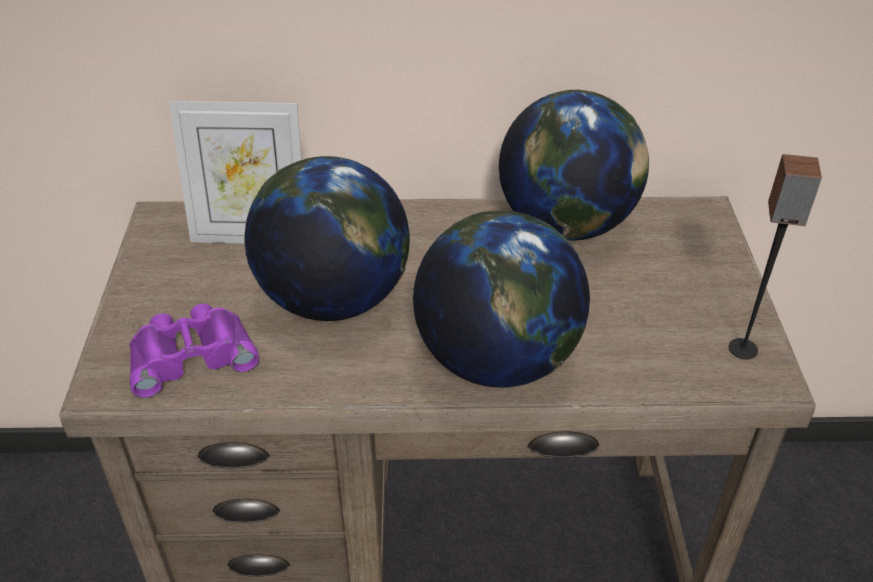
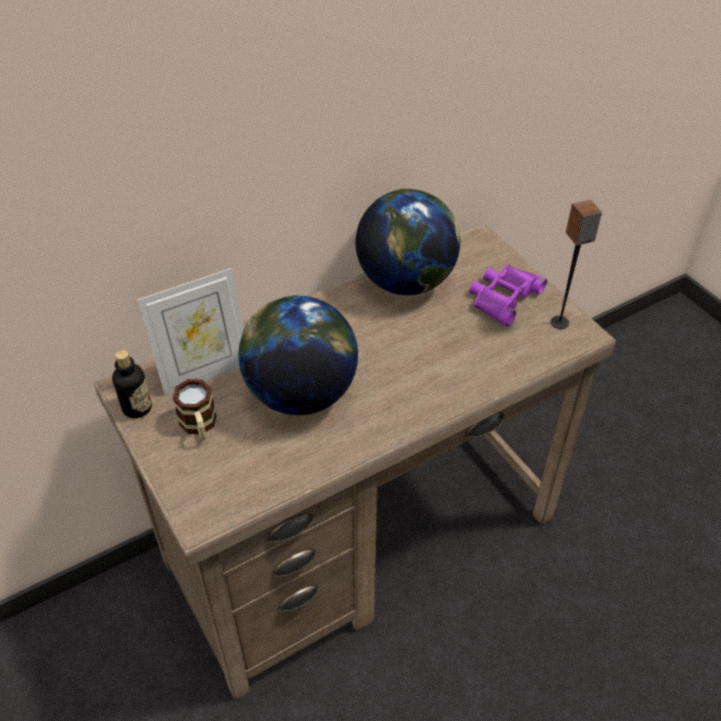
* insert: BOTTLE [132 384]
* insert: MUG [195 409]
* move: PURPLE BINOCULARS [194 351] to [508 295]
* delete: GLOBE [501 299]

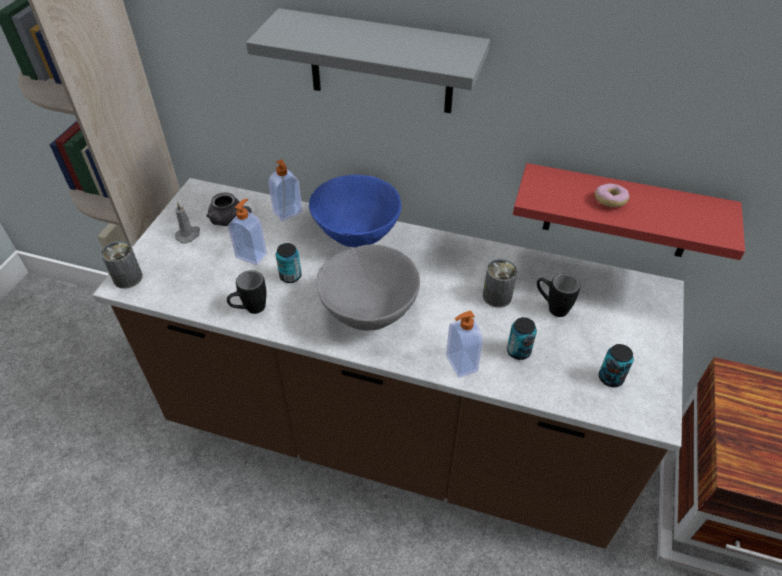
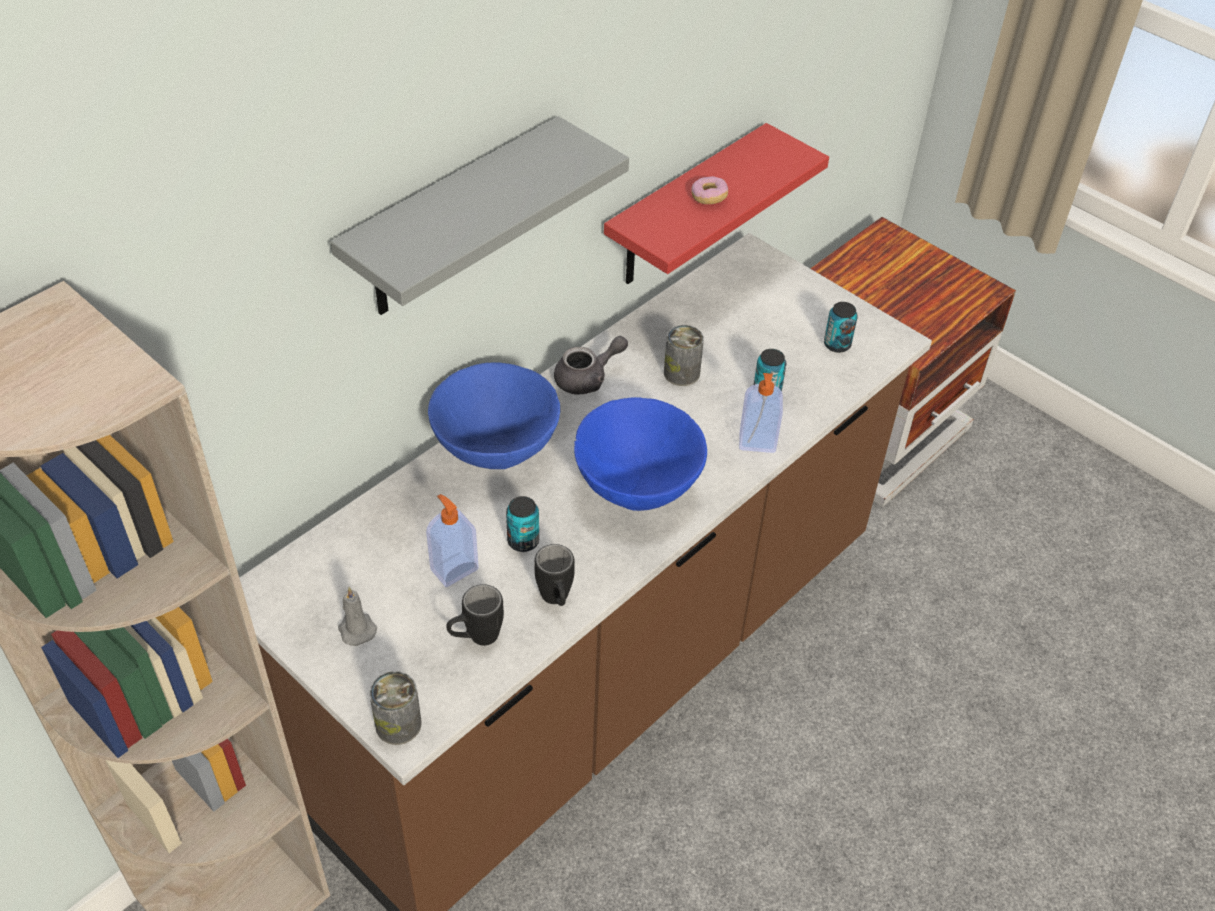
* move: BLACK MUG [558 295] to [475 615]
* move: GREY TEAPOT [228 209] to [591 365]
* recolor: GREY BOWL [368 288] to BLUE BOWL [640 454]
* delete: SOAP DISPENSER [285 190]

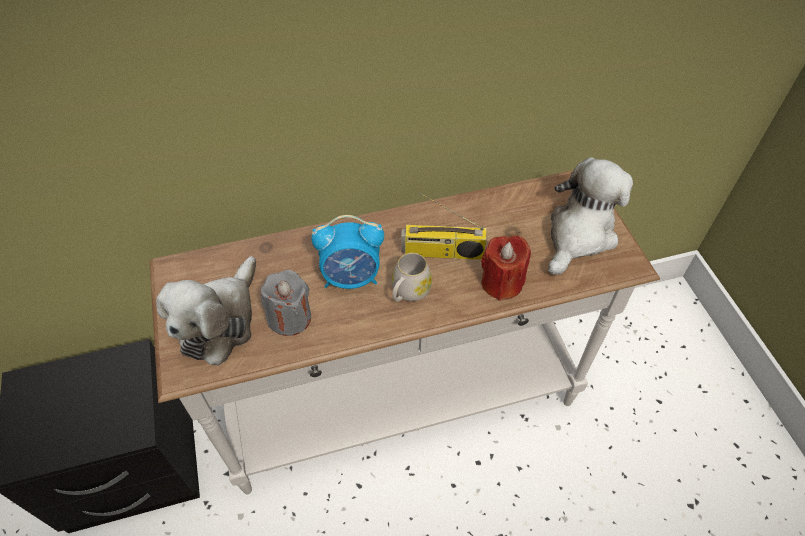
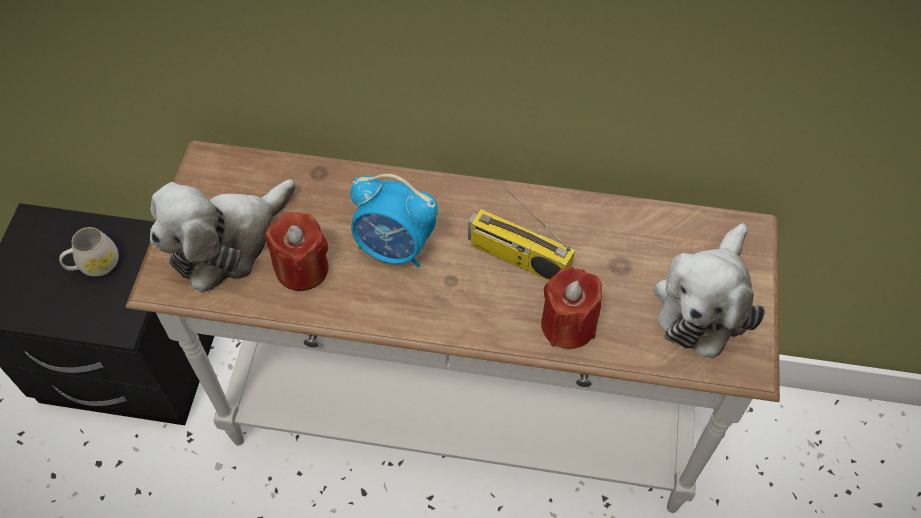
* move: WHITE MUG [412 277] to [89 252]
* recolor: GREY CANDLE [286 303] to RED CANDLE [297 251]
* rotate: PLUSH TOY [590 216] = [709 291] 150 degrees clockwise

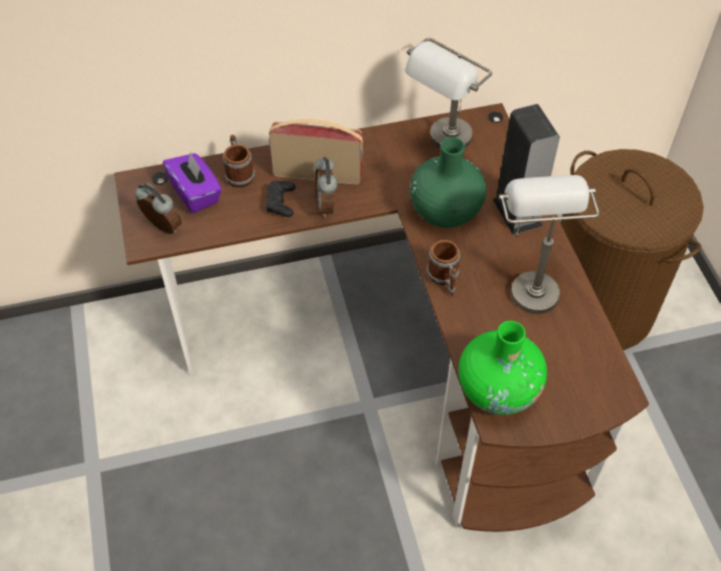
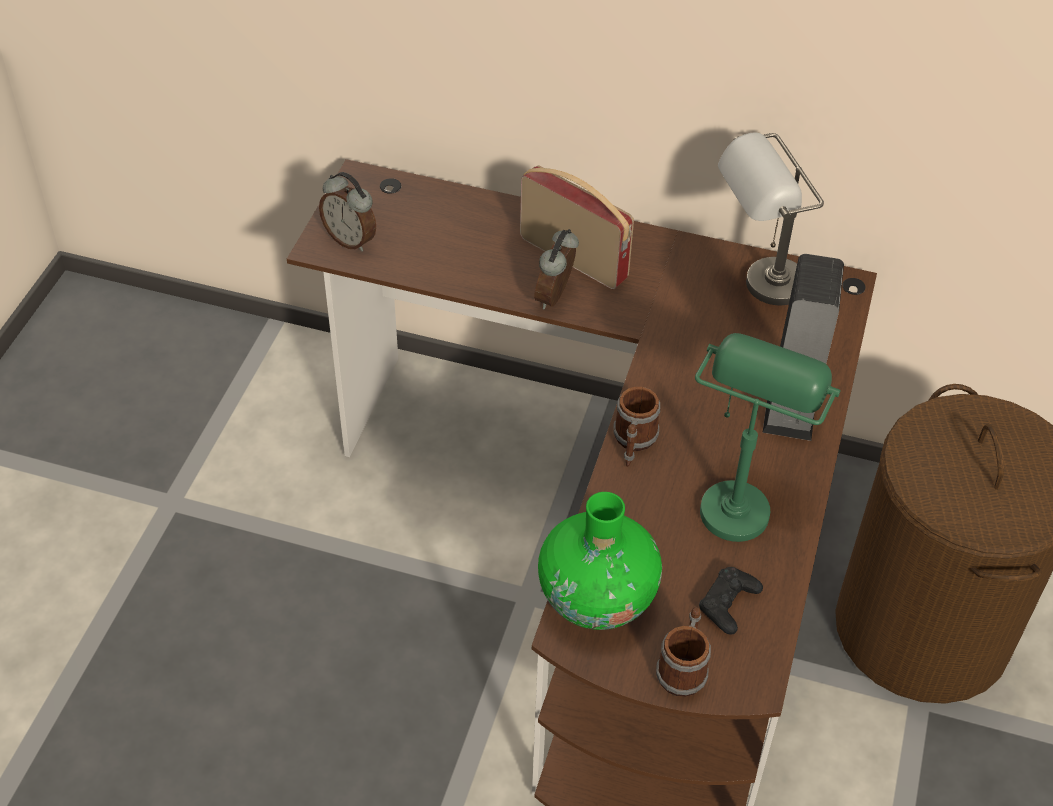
* rotate: ALARM CLOCK [158 208] = [347 212] 150 degrees clockwise
* move: MUG [239 161] to [683 652]
* recolor: GREY TABLE LAMP [549 244] to GREEN TABLE LAMP [768 437]
* move: BLACK GAME CONTROLLER [281 199] to [731 601]
* delete: PURPLE TISSUE BOX [192 182]
* delete: GREEN VASE [448 182]

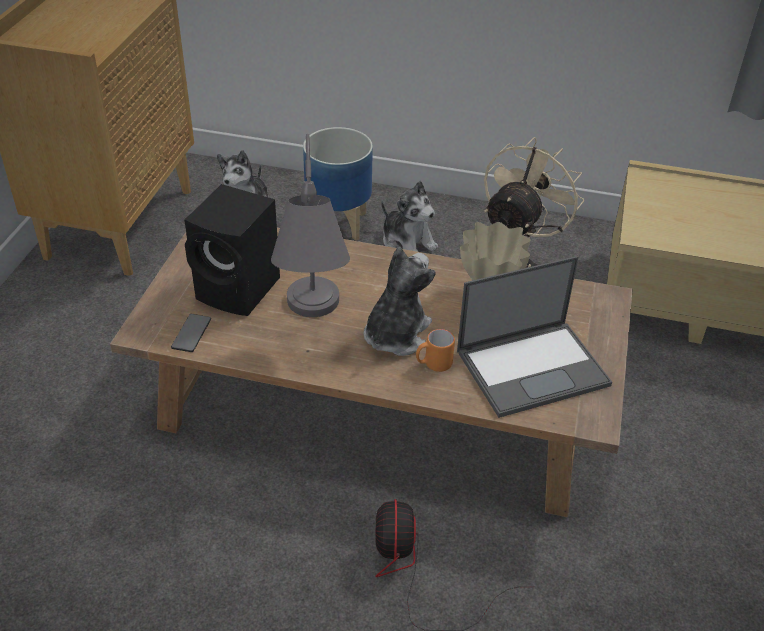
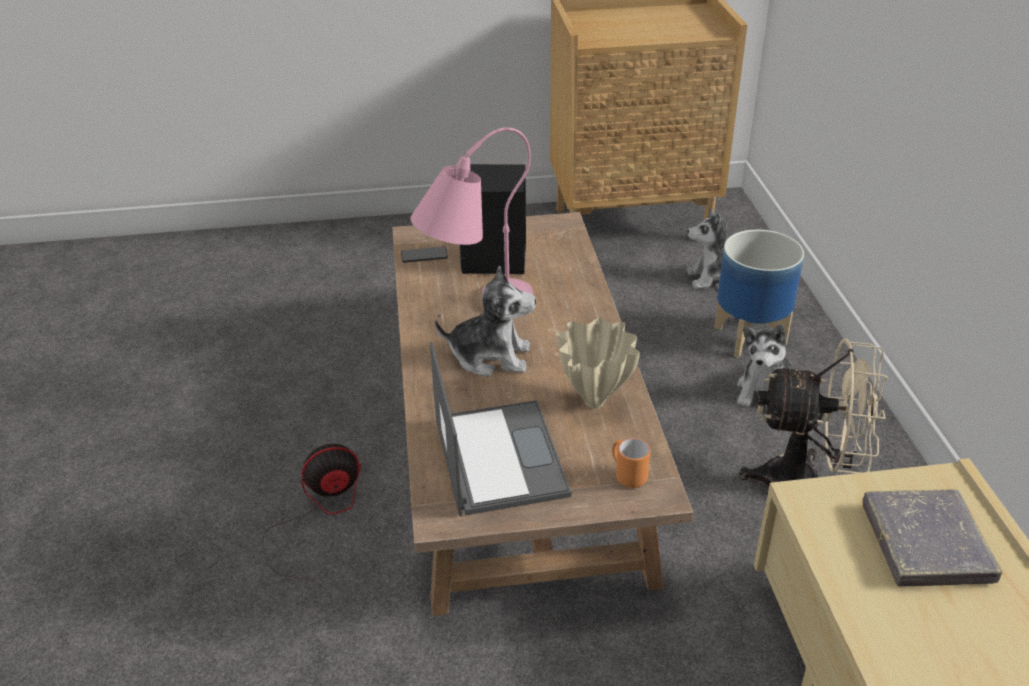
* recolor: GREY TABLE LAMP [310 225] to PINK TABLE LAMP [471 215]
* rotate: LAPTOP [534 337] = [500 429] 150 degrees counterclockwise
* move: ORANGE MUG [435 350] to [631 463]
* insert: GREY BOOK [932 538]

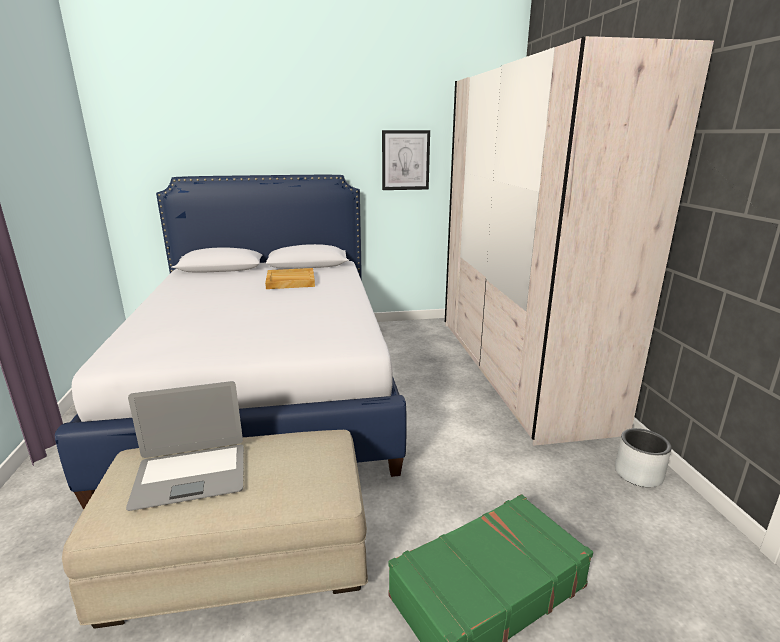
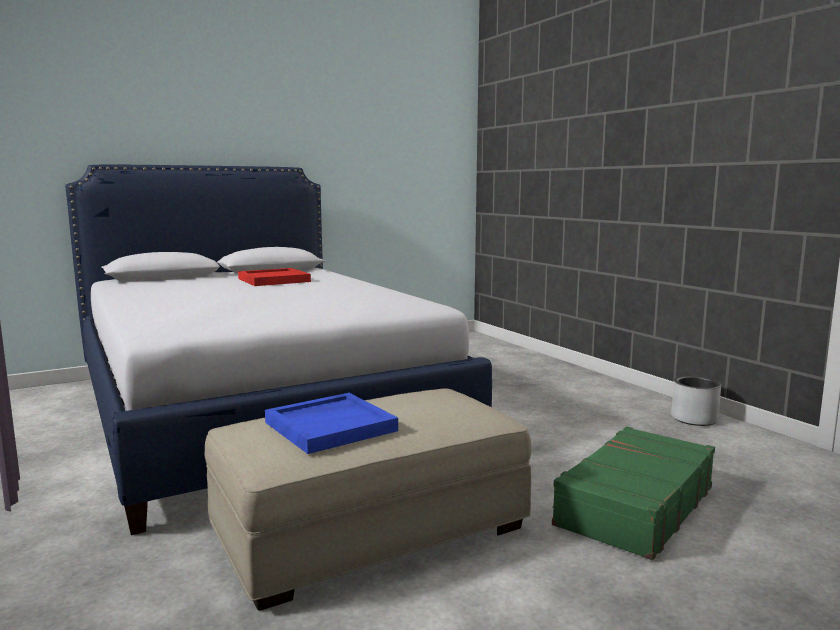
* recolor: BEIGE TRAY [290 278] to RED TRAY [274 277]
* replace: LAPTOP [185 446] to BLUE TRAY [331 423]
* delete: PICTURE [406 160]
* delete: BEIGE WARDROBE [579 241]

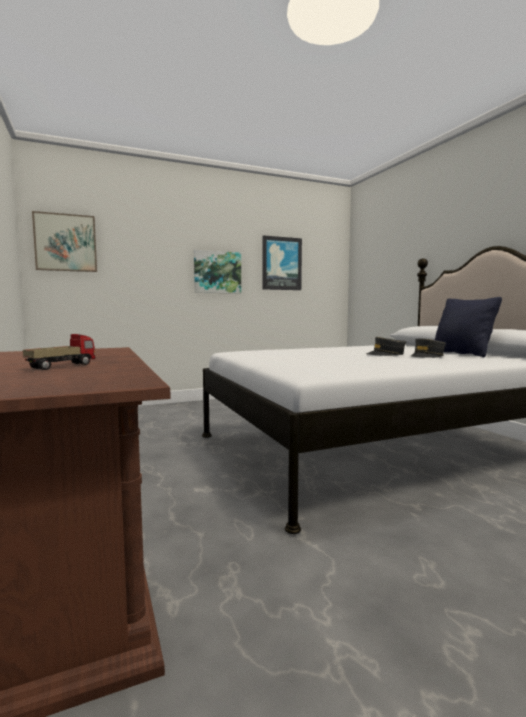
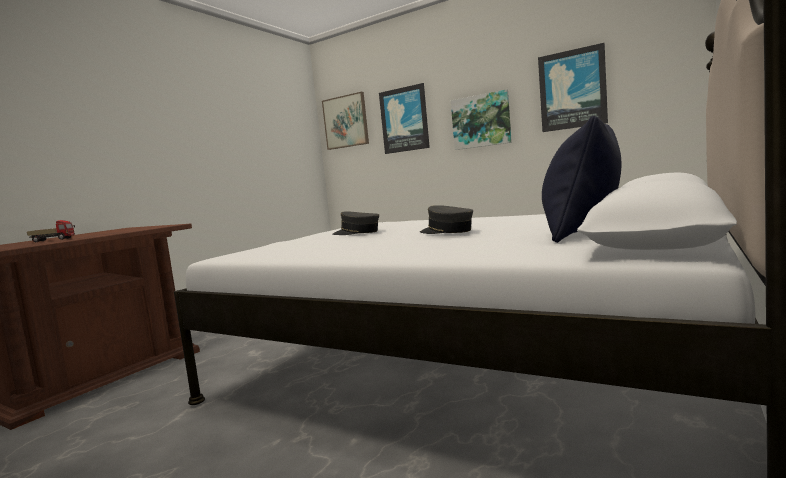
* move: GREY CAP [428 348] to [355 223]
* insert: PICTURE [404 118]

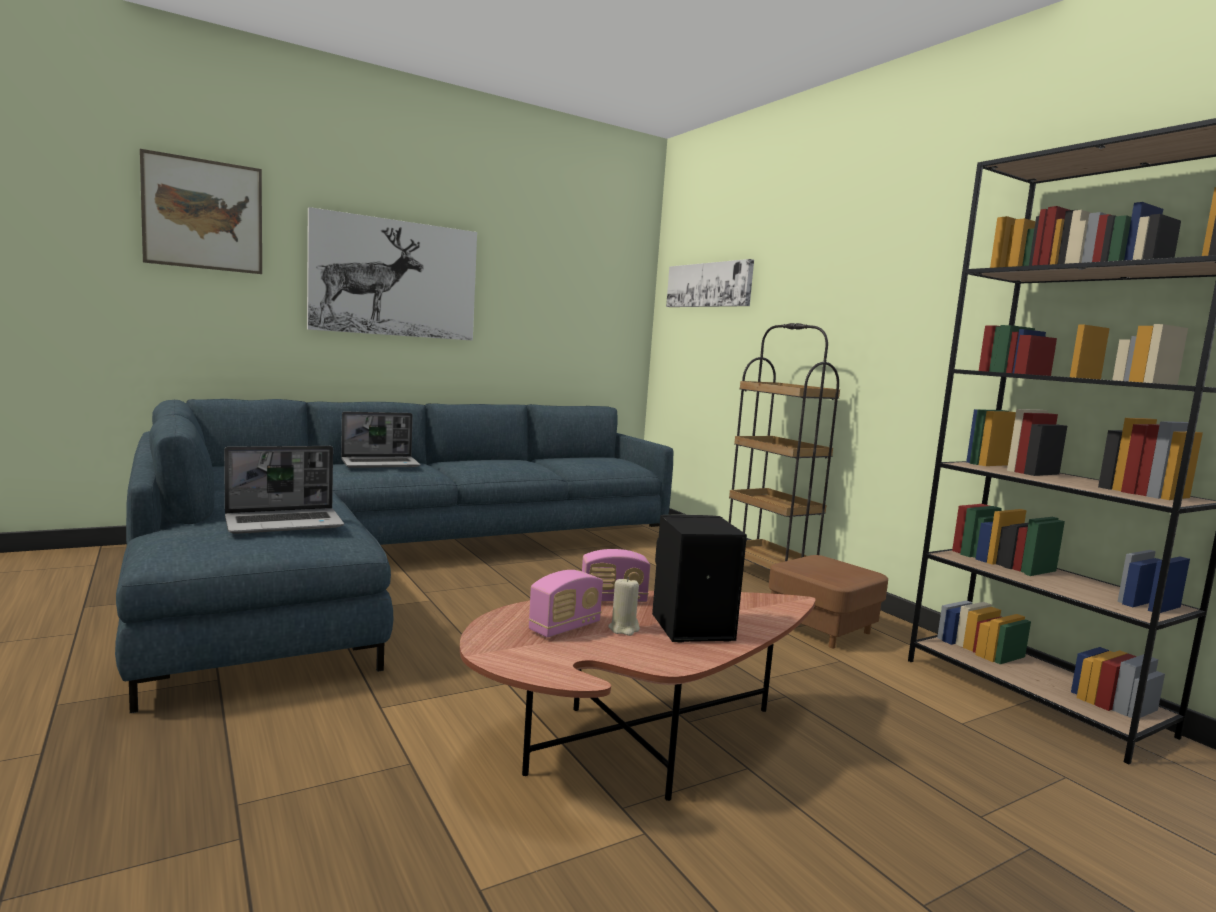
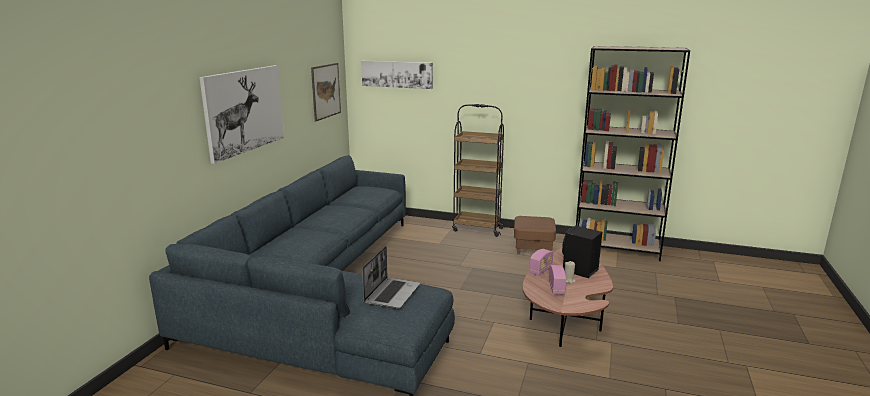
* move: PICTURE [201 211] to [326 92]
* delete: LAPTOP [380 440]

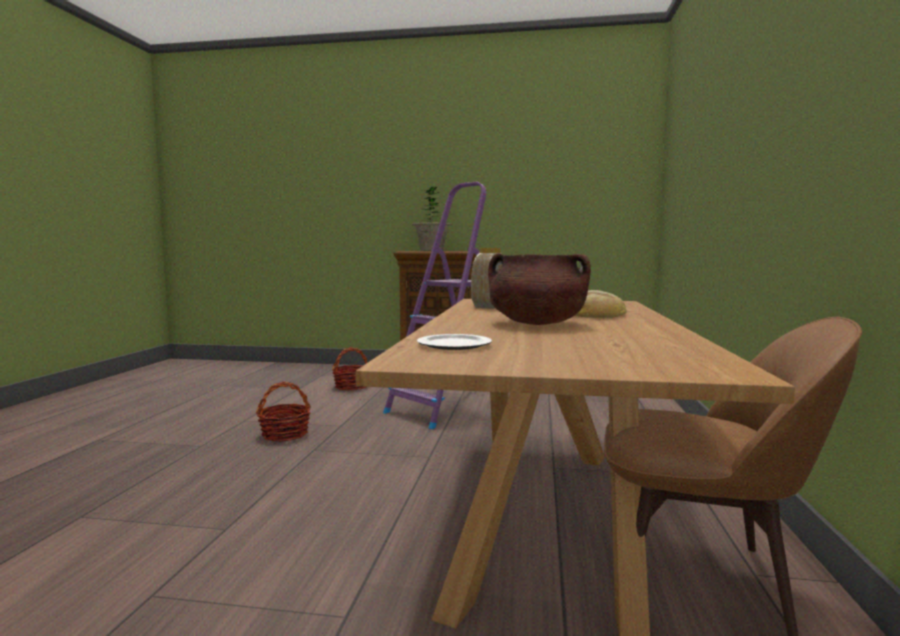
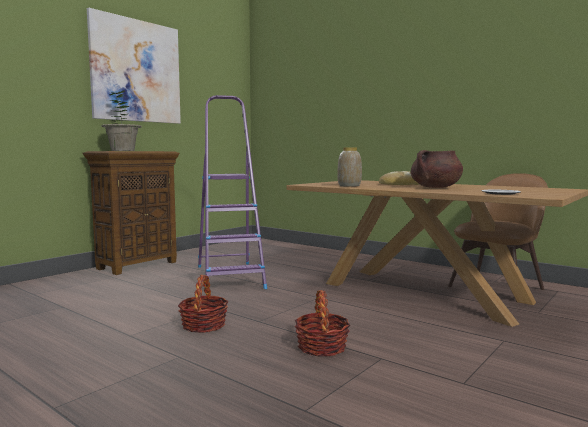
* insert: PICTURE [134 66]
* move: BASKET [350 368] to [322 323]

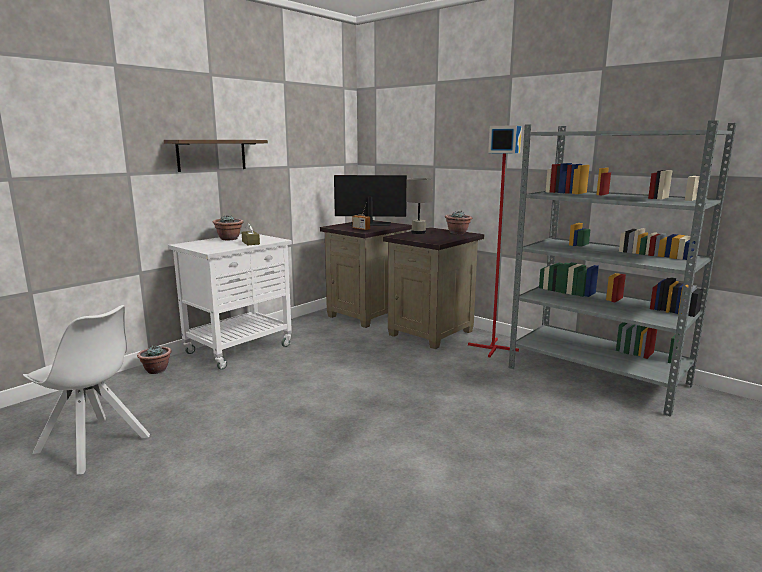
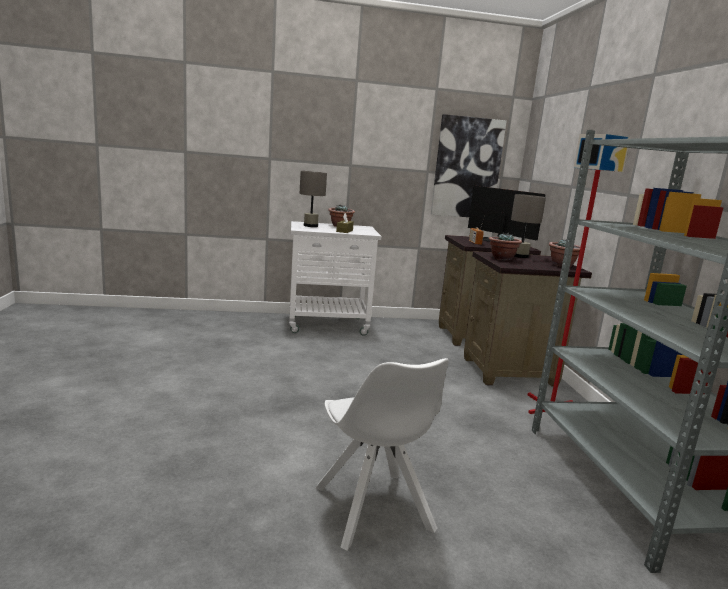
* insert: GREY TABLE LAMP [313 199]
* move: WHITE CHAIR [86 390] to [382 454]
* insert: PICTURE [469 165]
* move: POTTED PLANT [154 360] to [505 246]
* delete: SHELF [216 156]

